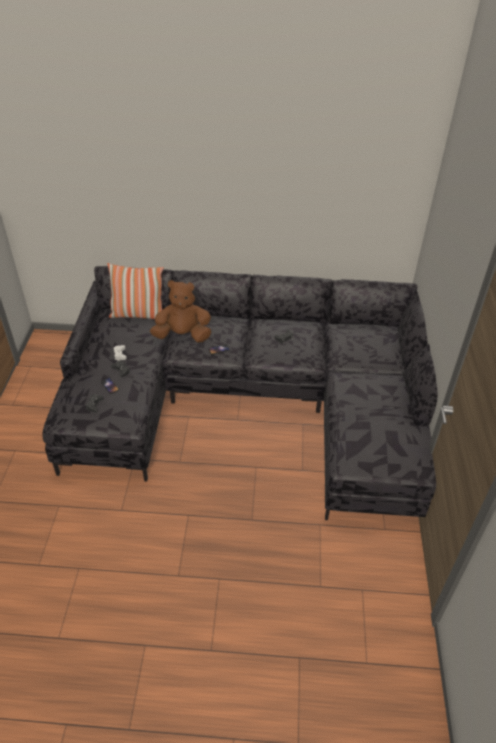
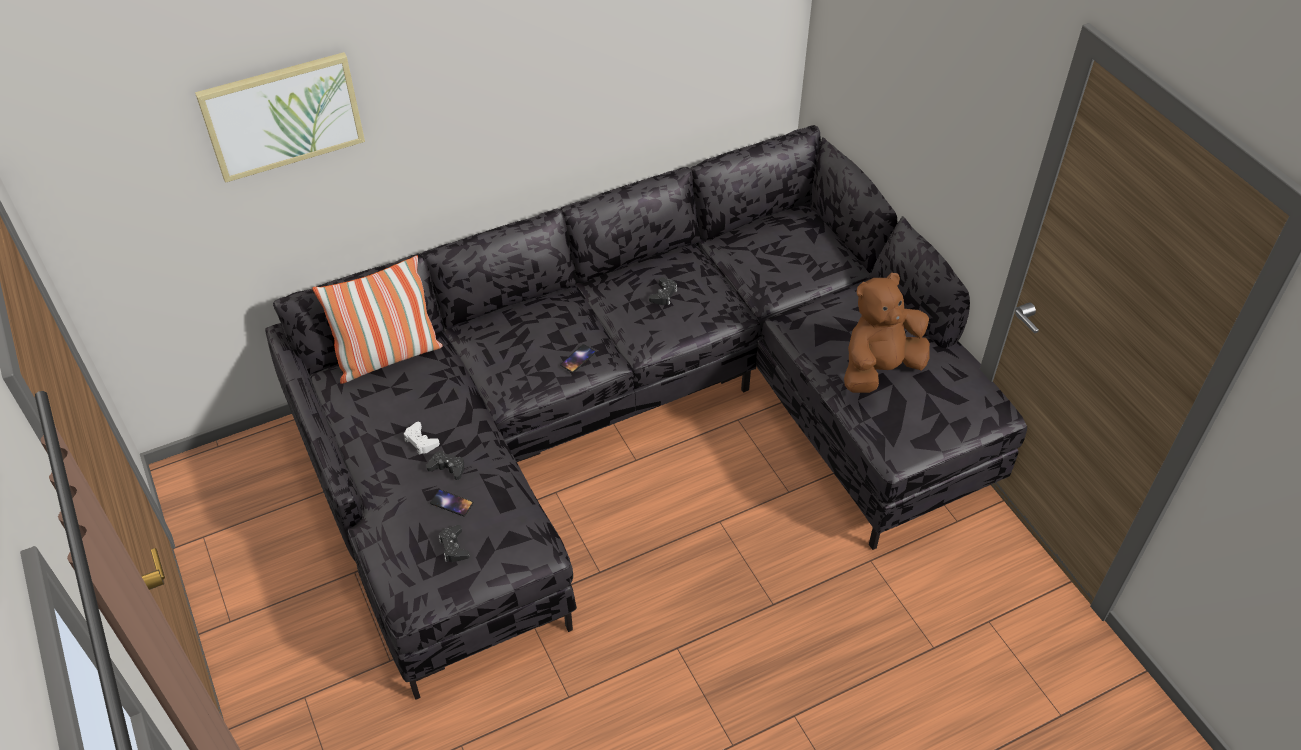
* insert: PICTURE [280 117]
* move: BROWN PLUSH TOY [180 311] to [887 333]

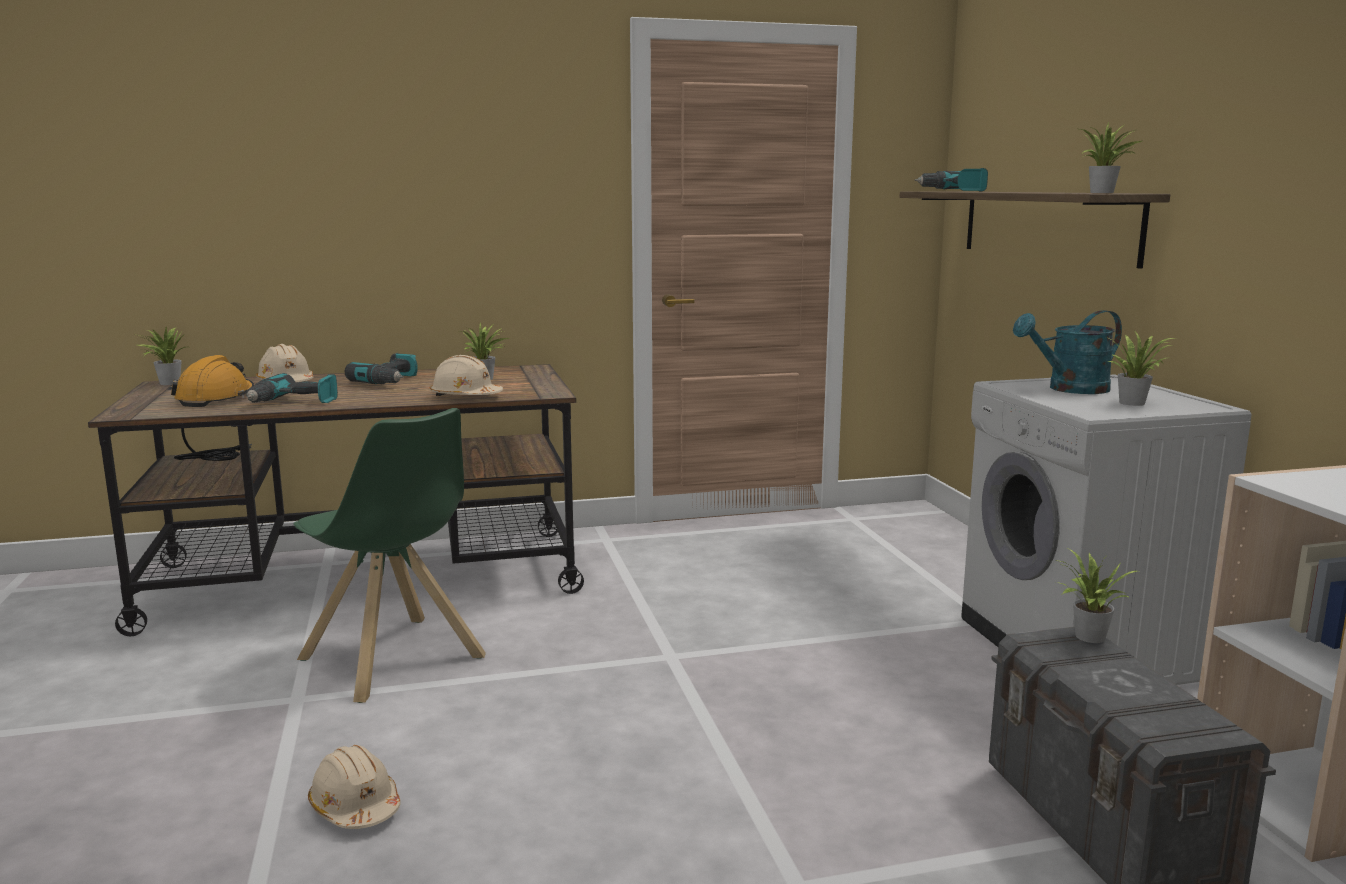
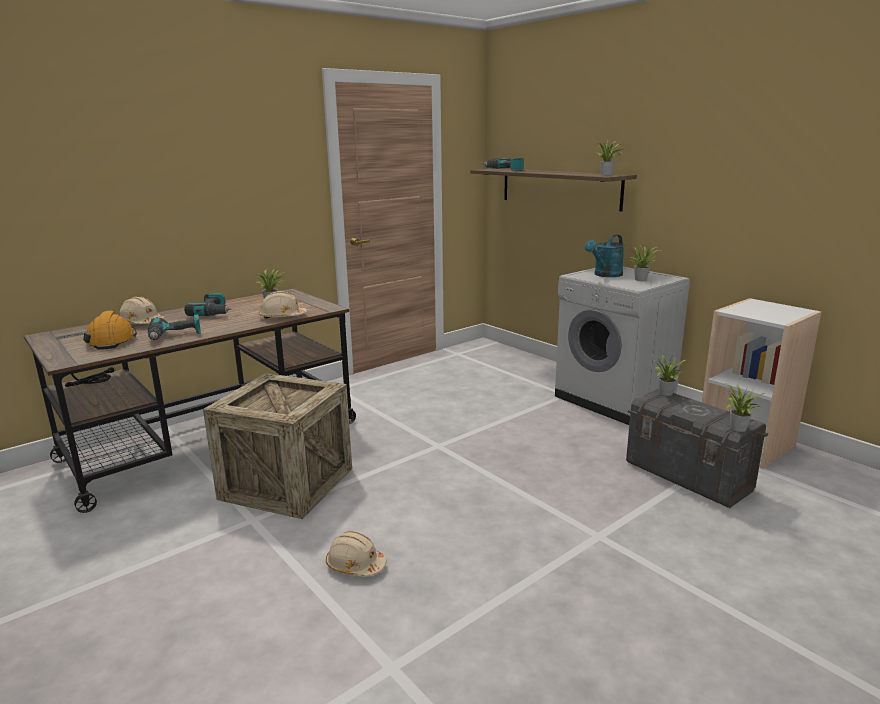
* replace: GREEN CHAIR [389 555] to CRATE [277 446]
* move: POTTED PLANT [161 355] to [743 407]

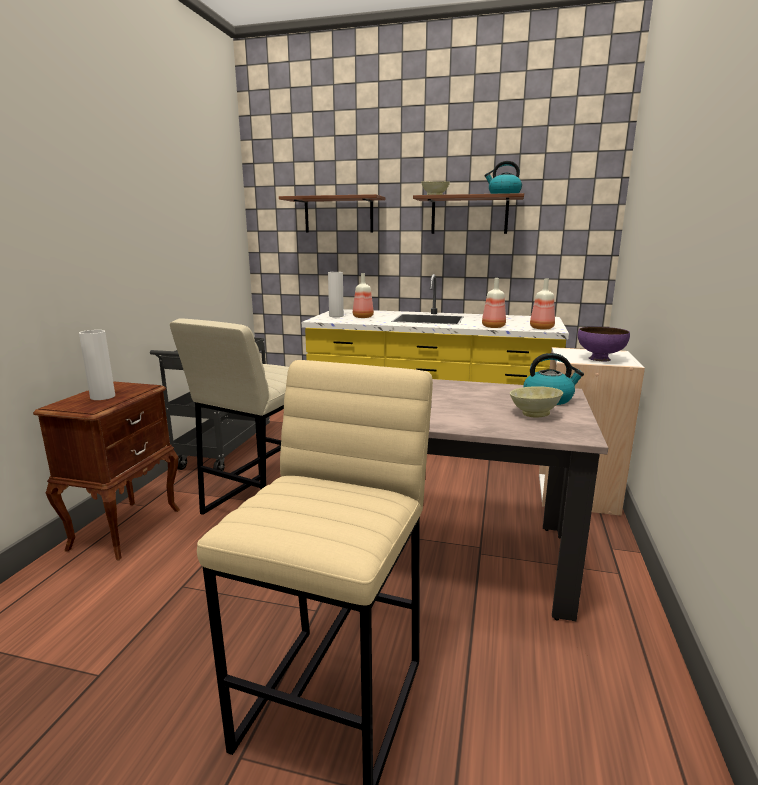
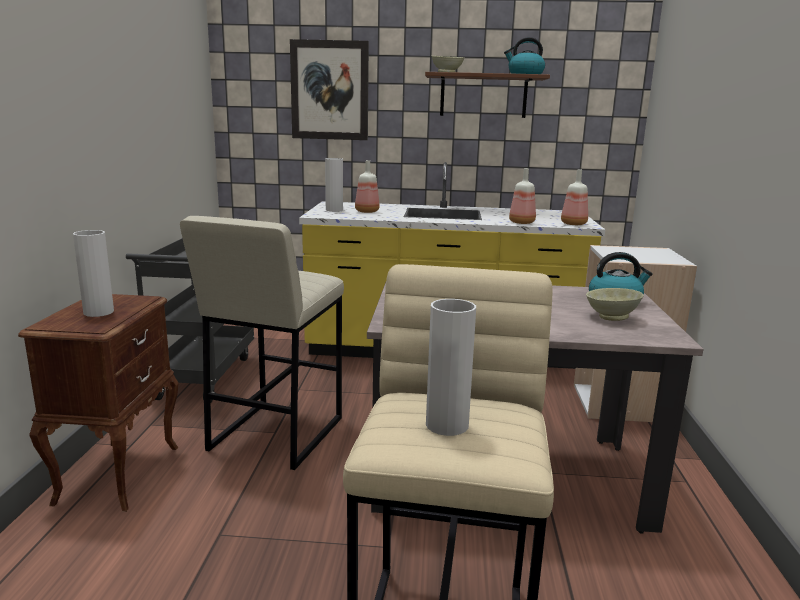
* replace: BROWN SHELF [332 213] to PICTURE [329 89]
* insert: WHITE VASE [451 367]
* delete: PURPLE BOWL [604 344]

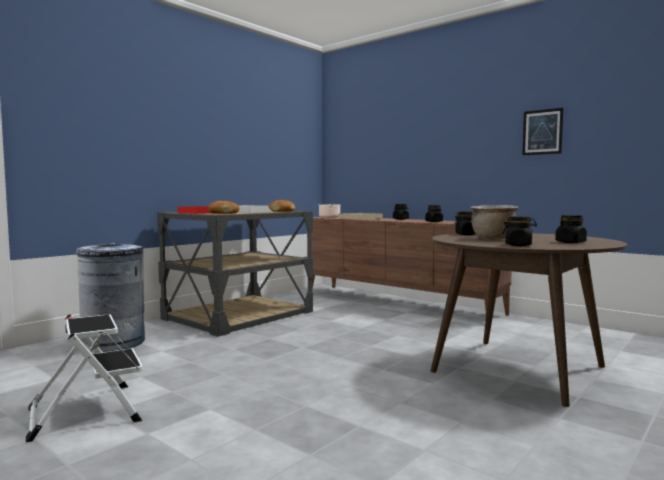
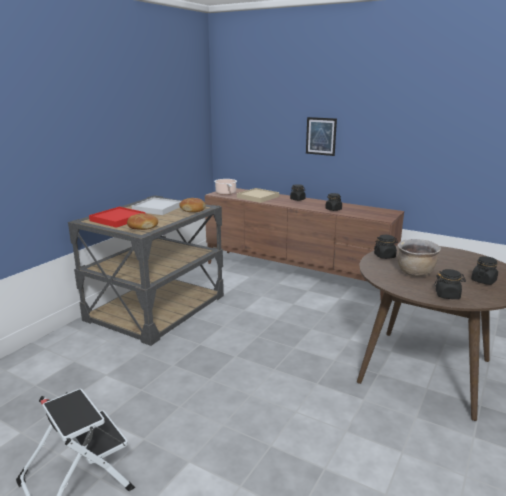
* move: PICTURE [542 131] to [321 136]
* delete: GREY TRASH CAN [110 297]

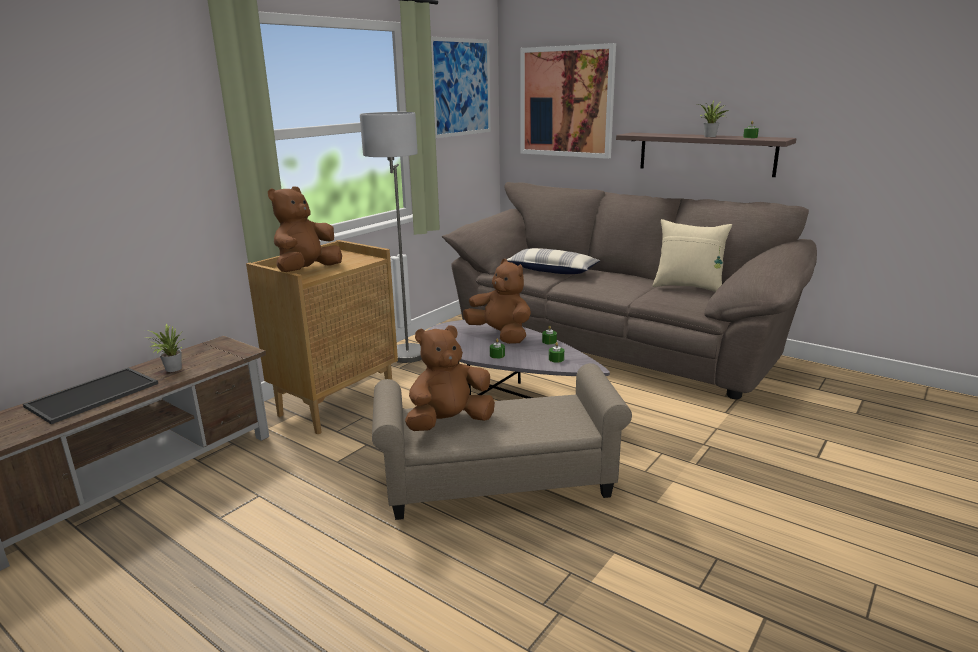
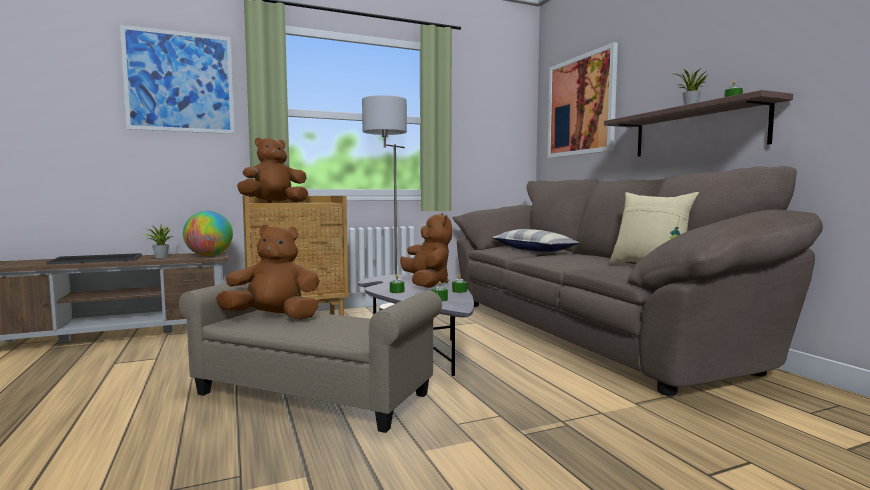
* move: PICTURE [461 87] to [177 79]
* insert: GLOBE [208 233]

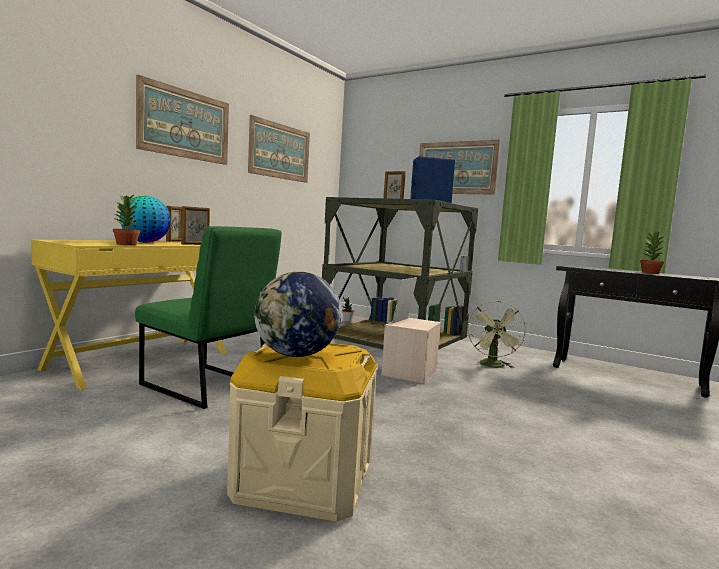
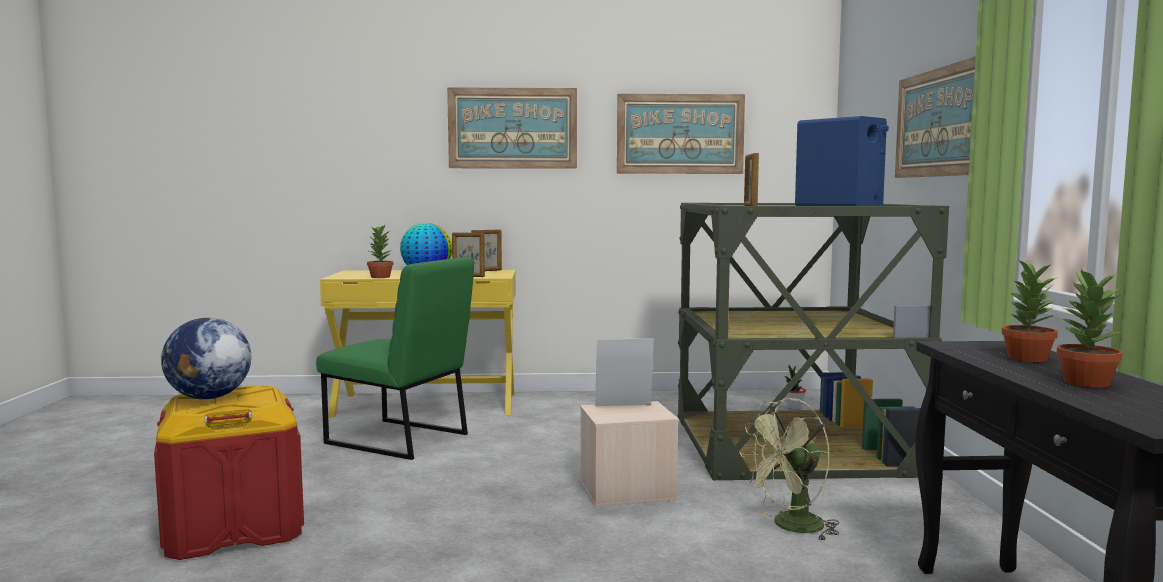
* recolor: BEIGE STORAGE BOX [302 432] to RED STORAGE BOX [229 472]
* rotate: GREEN CHAIR [208 317] = [395 359] 60 degrees counterclockwise
* insert: POTTED PLANT [1030 310]

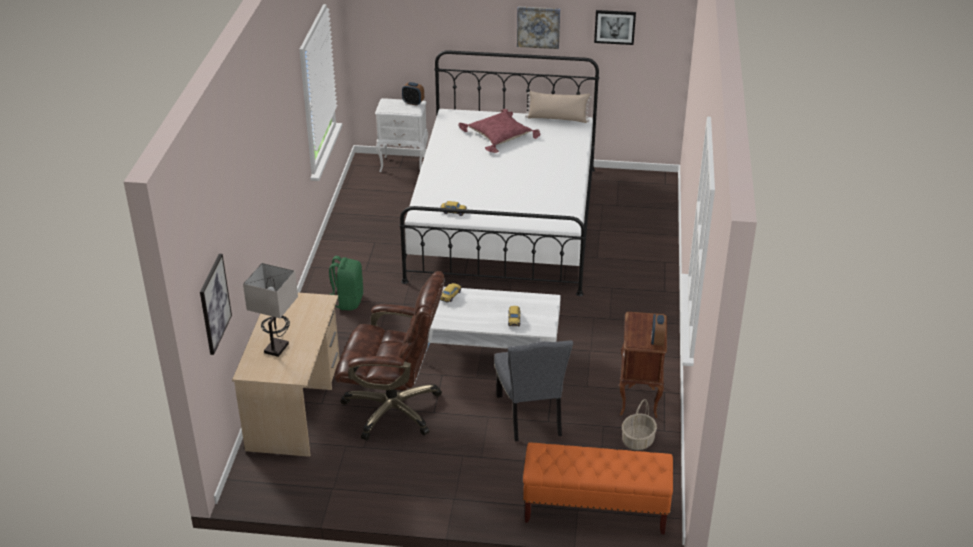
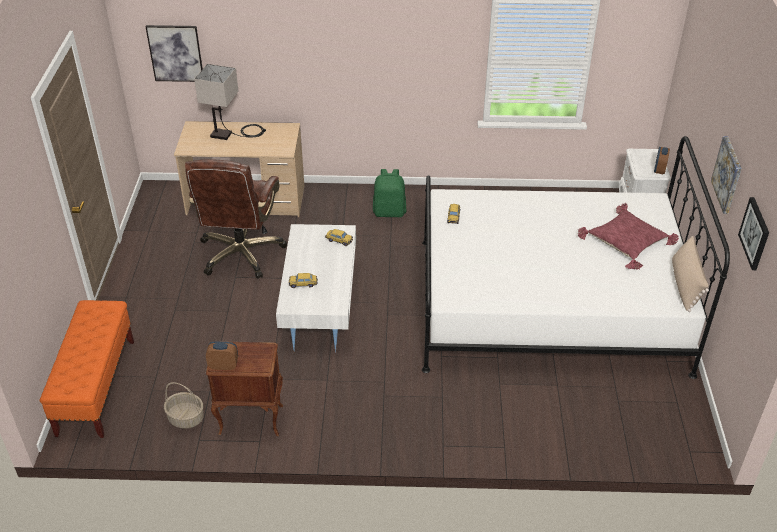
* delete: GREY CHAIR [533 390]

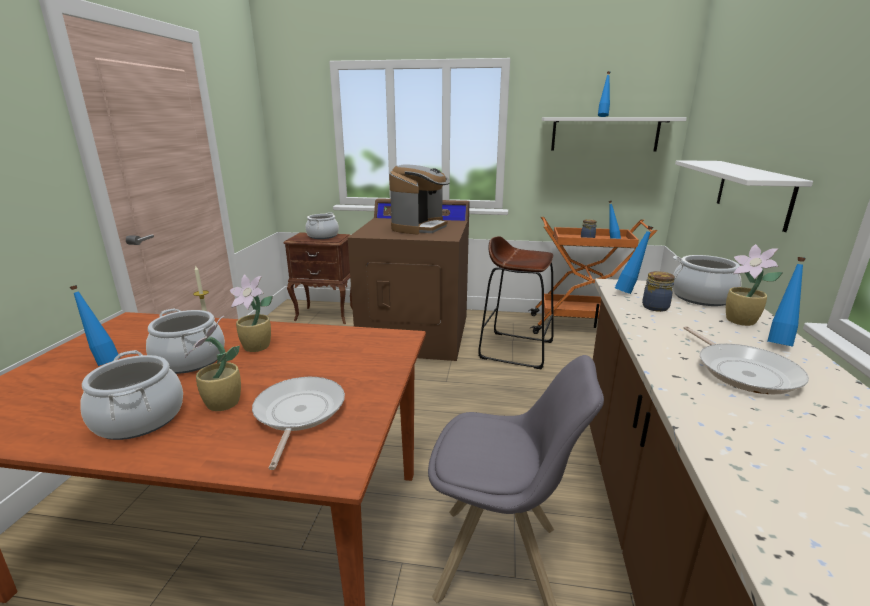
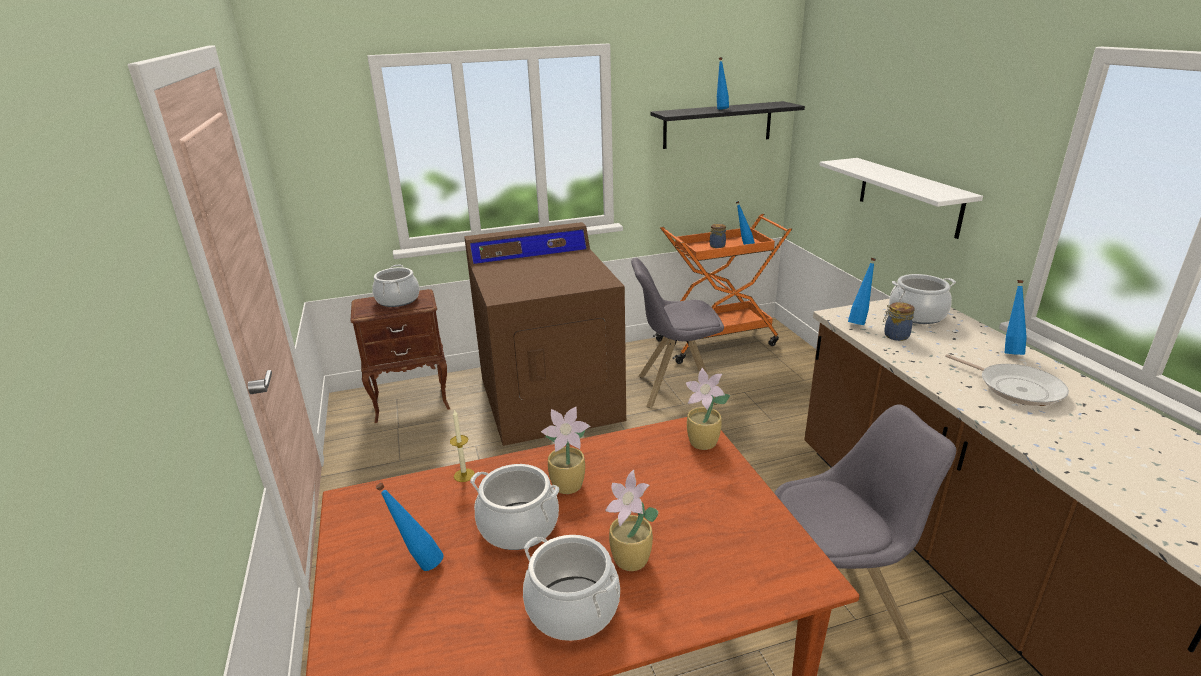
* replace: BROWN STOOL [516 303] to GREY CHAIR [677 332]
* recolor: WHITE SHELF [614 134] to BLACK SHELF [728 125]
* move: POTTED PLANT [754 285] to [708 409]
* delete: FRYING PAN [298 423]
* delete: COFFEE MACHINE [419 199]

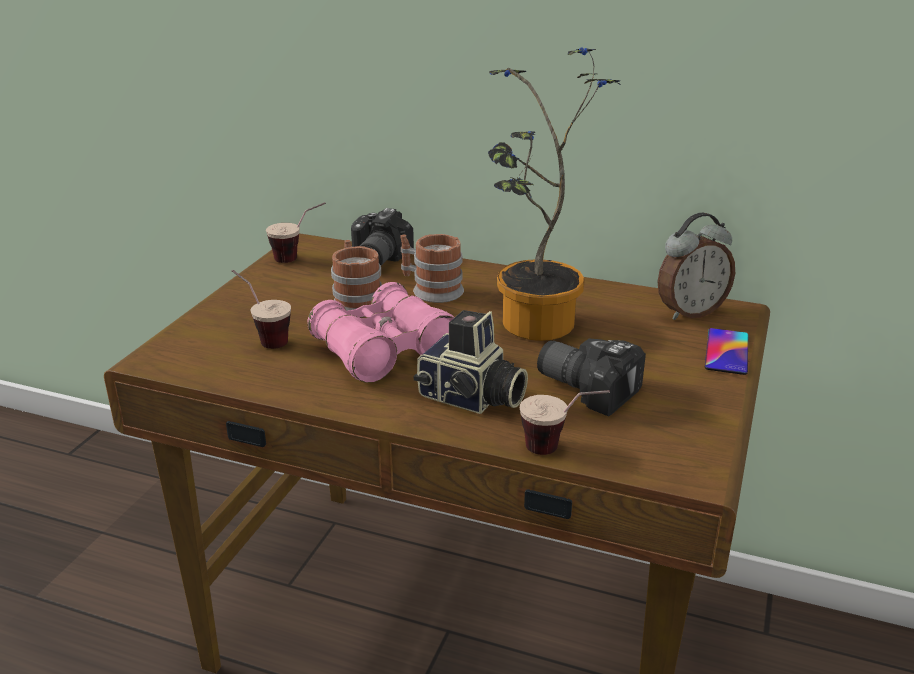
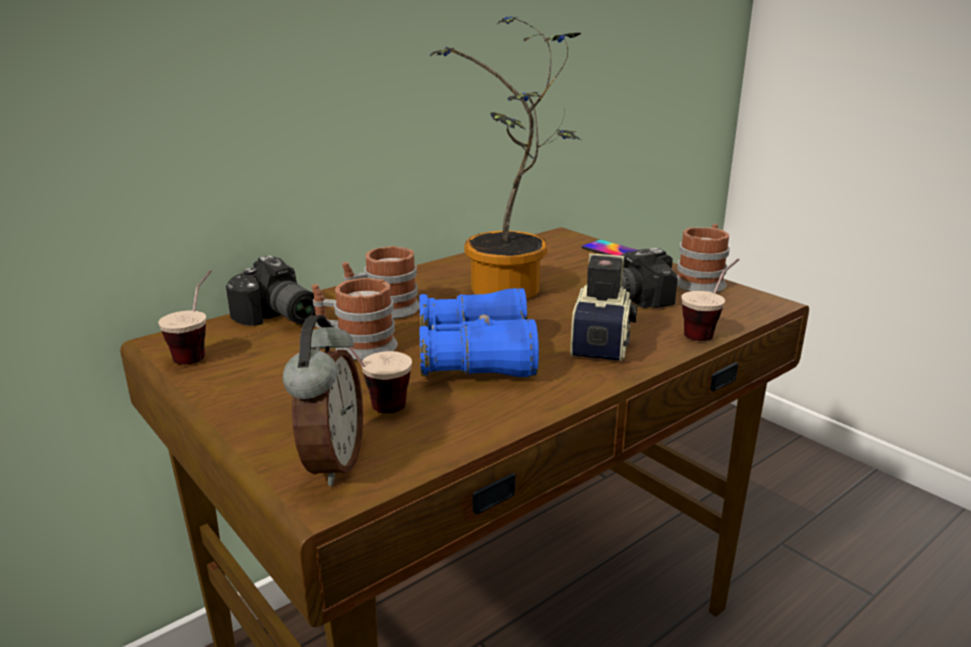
* move: ALARM CLOCK [696 266] to [323 400]
* recolor: PINK BINOCULARS [381 332] to BLUE BINOCULARS [479 332]
* rotate: PHOTO CAMERA [470 362] = [603 307] 45 degrees counterclockwise
* insert: MUG [703 258]

